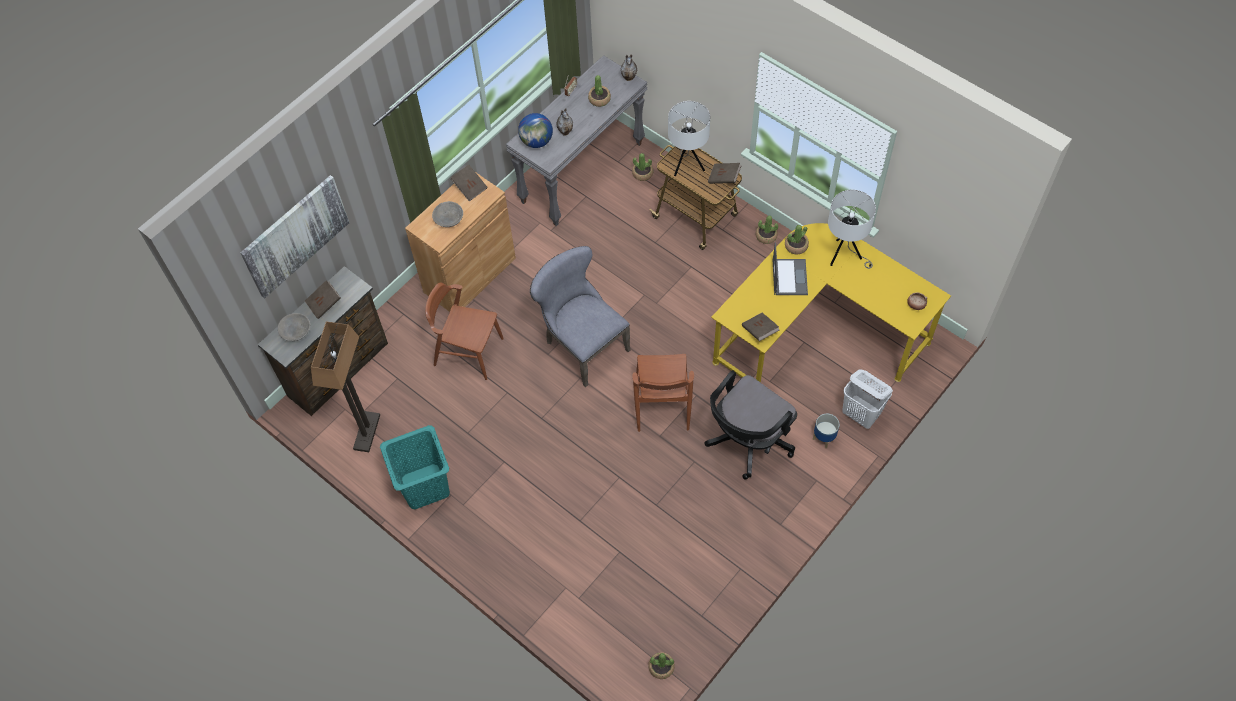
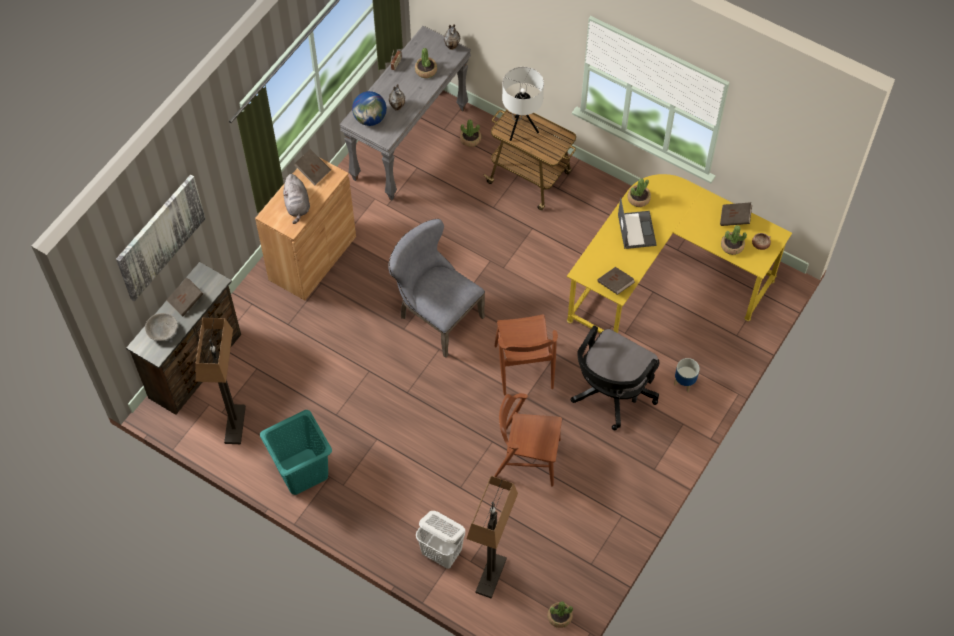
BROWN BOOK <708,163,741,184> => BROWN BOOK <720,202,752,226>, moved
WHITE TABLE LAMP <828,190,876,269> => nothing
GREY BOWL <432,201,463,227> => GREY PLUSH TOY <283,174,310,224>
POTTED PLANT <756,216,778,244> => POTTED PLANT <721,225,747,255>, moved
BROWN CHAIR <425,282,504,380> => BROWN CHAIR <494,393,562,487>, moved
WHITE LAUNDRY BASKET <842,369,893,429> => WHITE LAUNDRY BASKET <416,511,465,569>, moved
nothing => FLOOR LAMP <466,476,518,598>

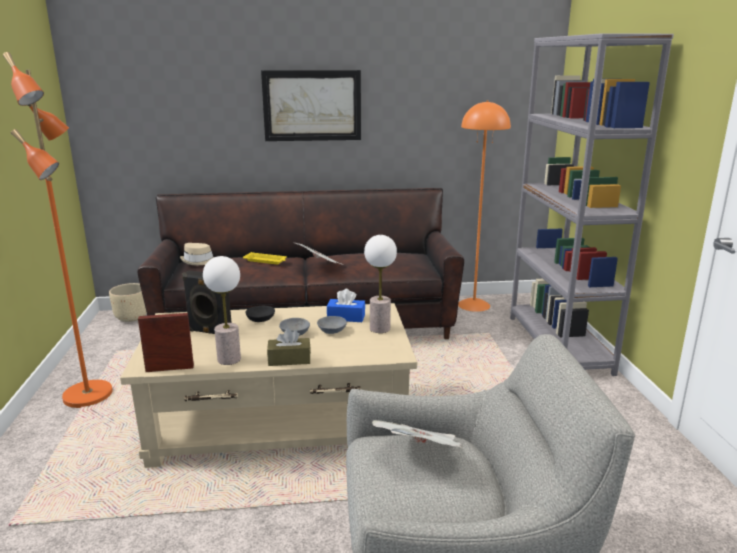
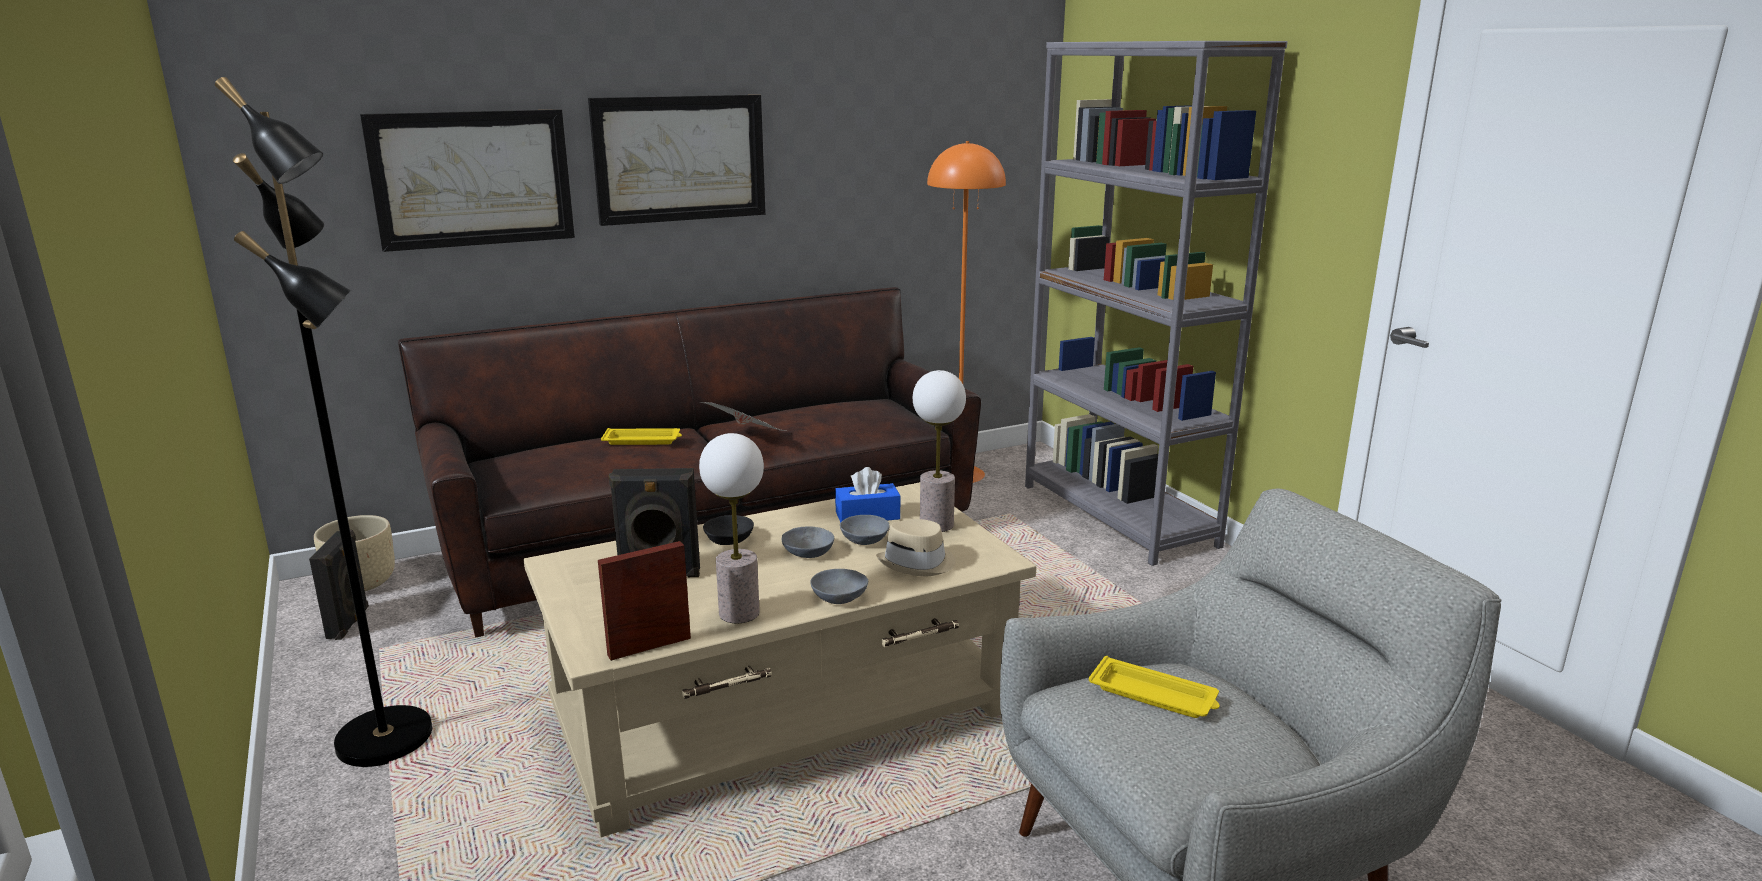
ORANGE FLOOR LAMP <3,52,113,408> => BLACK FLOOR LAMP <215,77,432,767>
BEIGE HAT <180,243,214,265> => BEIGE HAT <876,519,956,576>, moved
BROWN TISSUE BOX <267,328,311,366> => GREY BOWL <810,569,868,604>
NEWSPAPER <372,420,462,448> => YELLOW TRAY <1089,656,1220,718>
nothing => PICTURE <360,109,575,252>
nothing => BLACK SPEAKER <309,530,369,640>

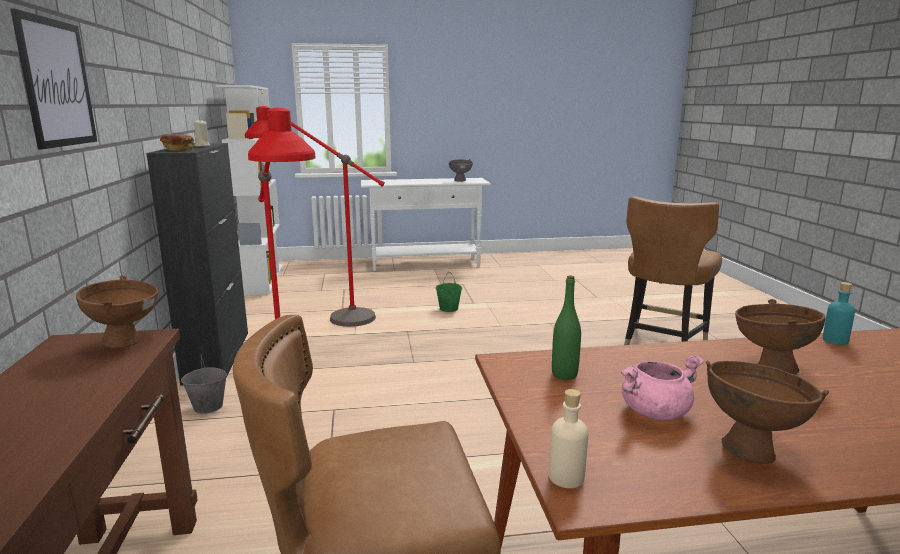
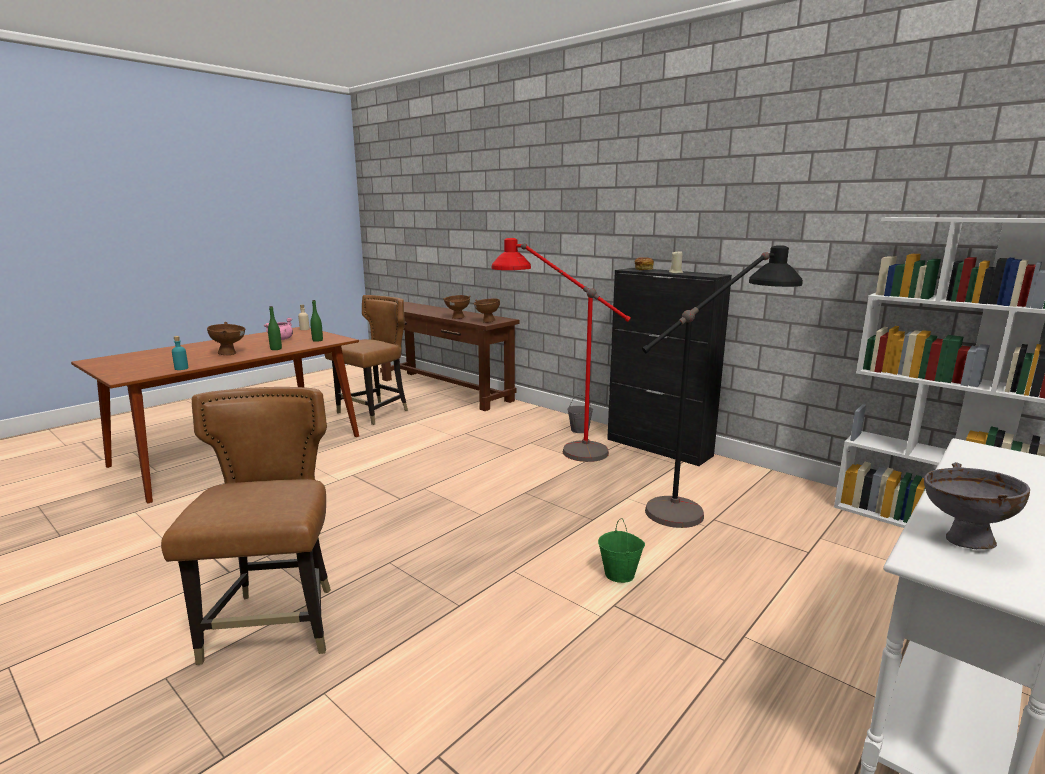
PICTURE <10,8,97,149> => nothing
RED FLOOR LAMP <245,106,385,327> => BLACK FLOOR LAMP <642,245,803,528>
BROWN BOWL <706,361,829,464> => BROWN BOWL <443,295,471,319>, moved
nothing => GREEN BOTTLE <268,306,282,350>

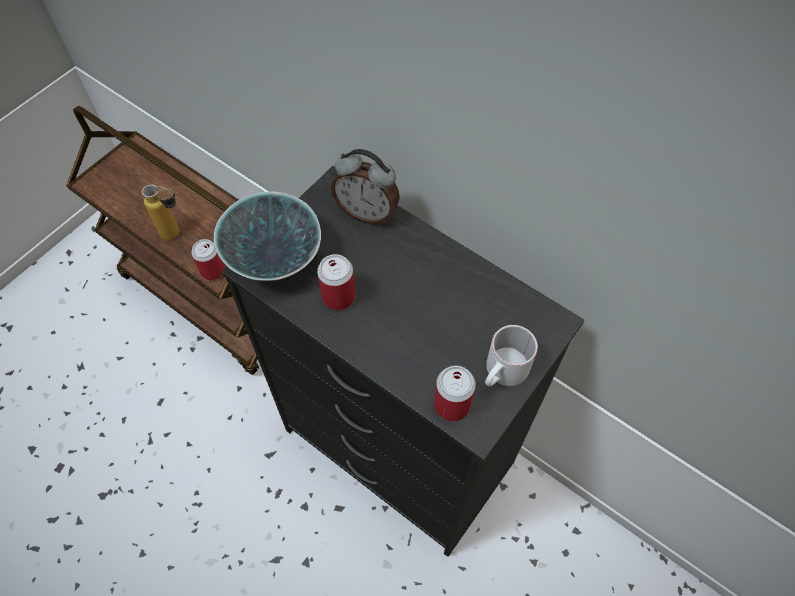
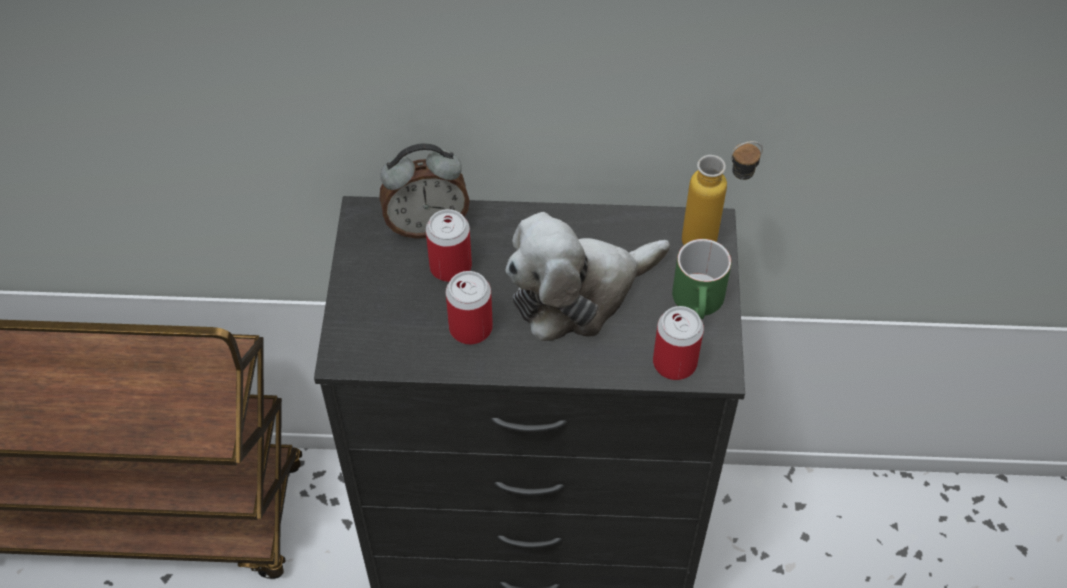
BOTTLE <142,184,180,240> => BOTTLE <682,141,763,245>, moved
BOWL <214,192,321,281> => nothing
CAN <191,239,225,280> => CAN <426,209,472,282>, moved
WHITE MUG <485,325,538,387> => GREEN MUG <672,239,731,320>
nothing => PLUSH TOY <505,212,670,341>

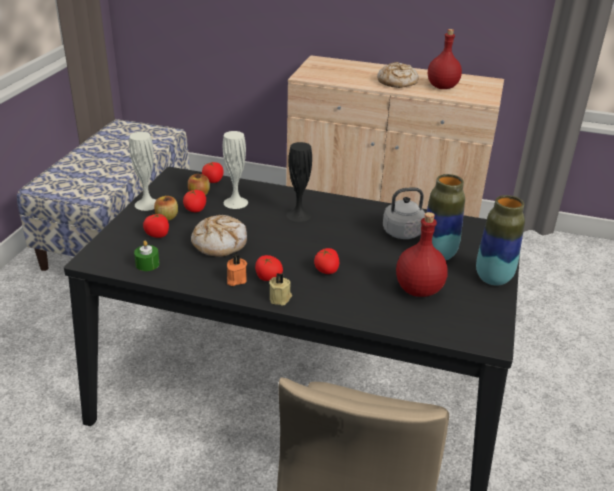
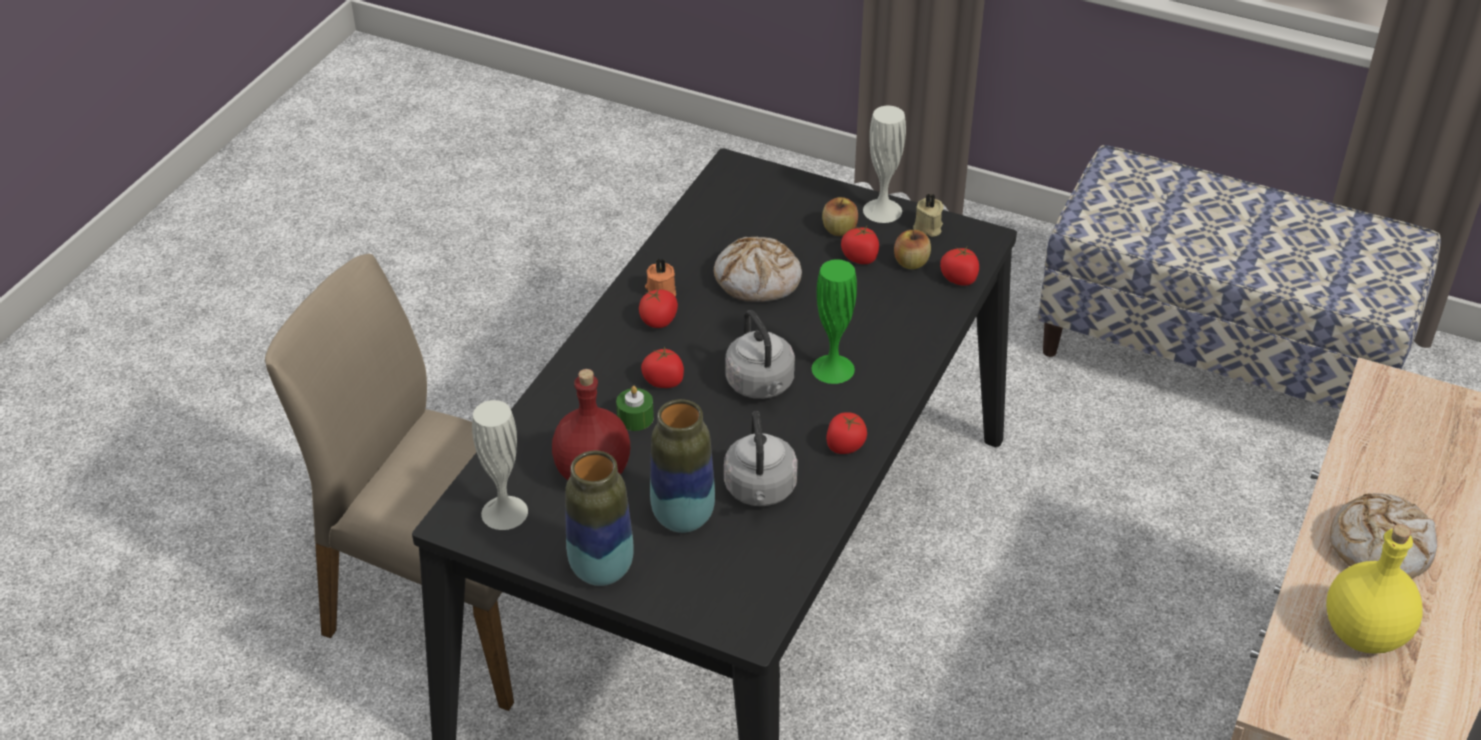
RED BOTTLE <428,29,462,89> => YELLOW BOTTLE <1326,524,1423,653>
WHITE VASE <223,131,248,209> => WHITE VASE <472,400,528,530>, moved
BLACK VASE <286,142,312,222> => GREEN VASE <812,259,857,384>
TOMATO <143,213,169,238> => TOMATO <826,412,867,454>, moved
GREEN CANDLE <134,241,160,271> => GREEN CANDLE <616,386,654,431>, moved
BEIGE CANDLE <269,273,292,305> => BEIGE CANDLE <913,194,944,237>, moved
nothing => GREY KETTLE <725,310,795,399>

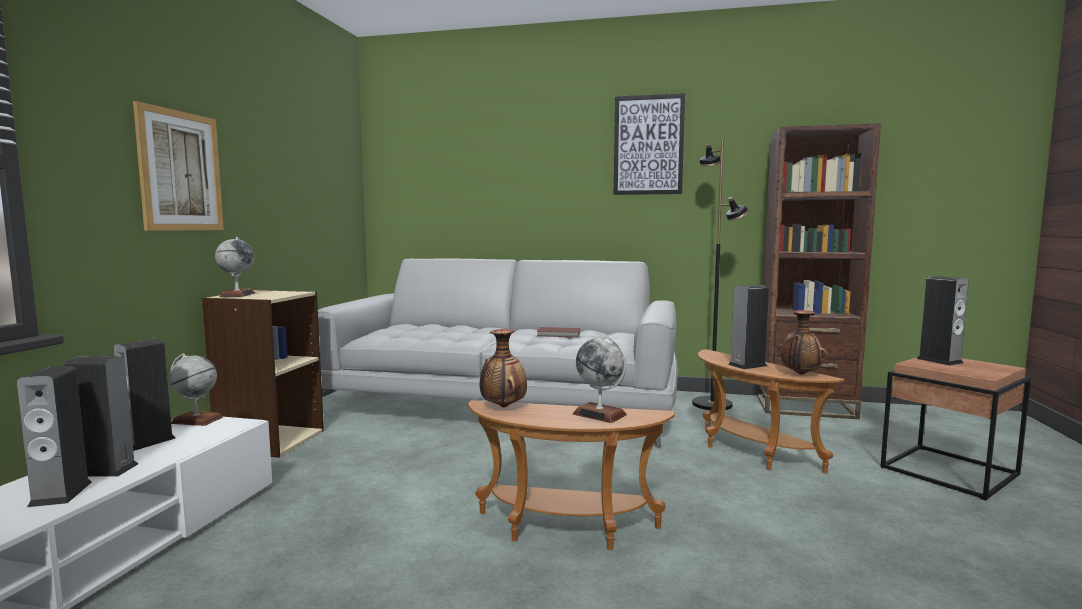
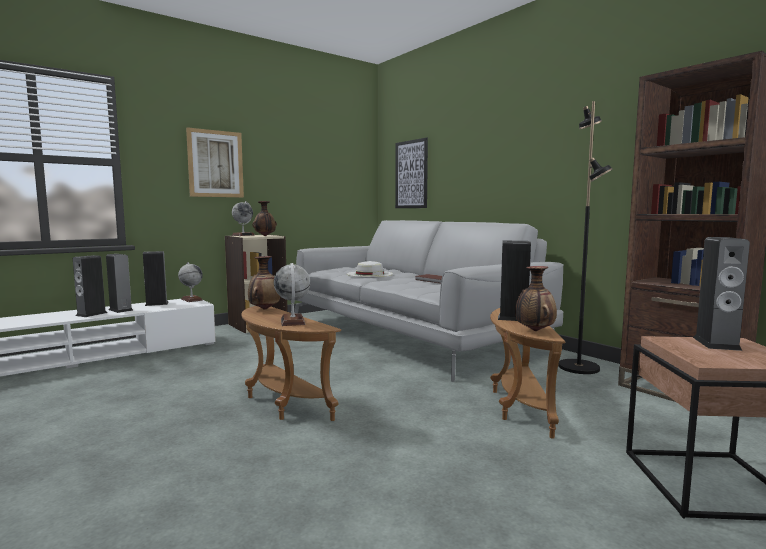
PICTURE <614,93,685,195> => PICTURE <395,138,428,208>, moved
nothing => VASE <252,201,277,236>
nothing => WHITE HAT <347,261,393,277>

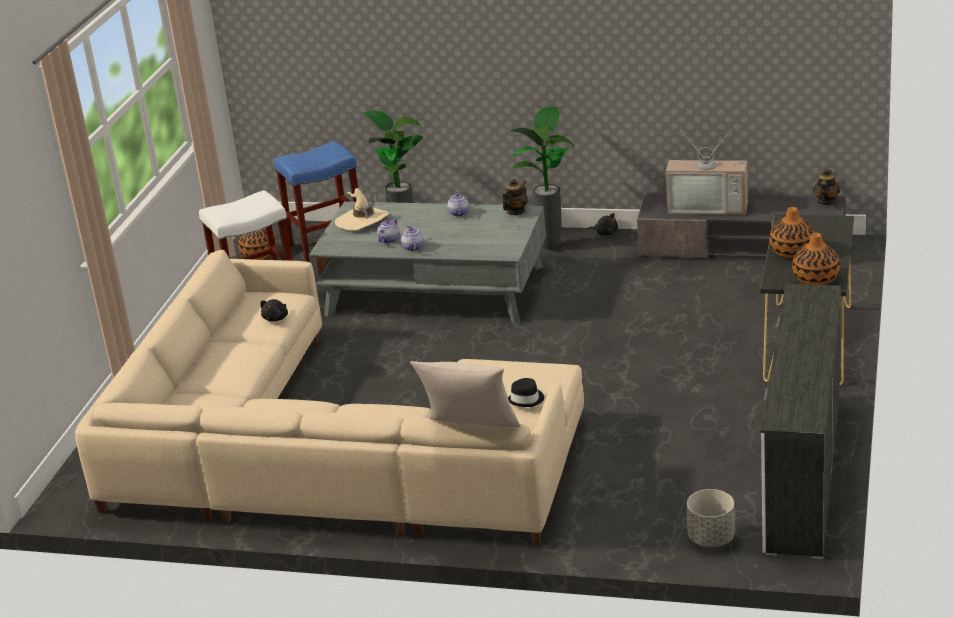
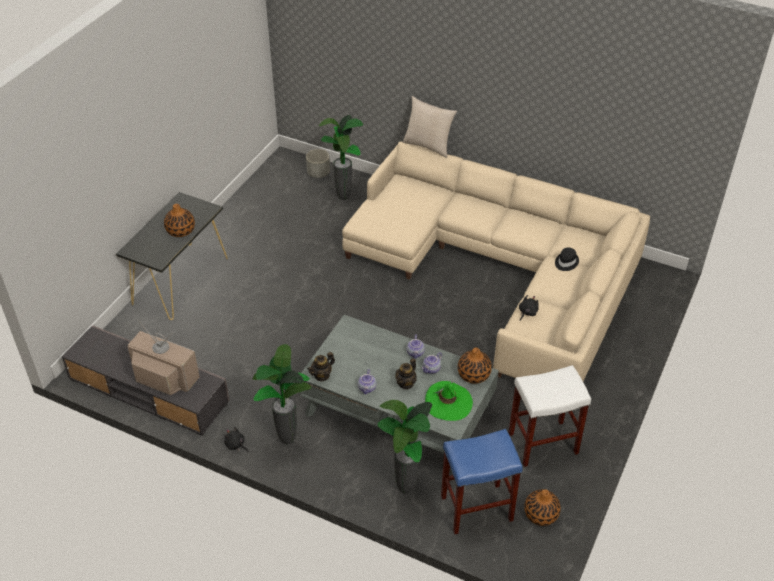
TEAPOT <813,169,840,205> => TEAPOT <395,358,416,390>, moved
BEIGE HAT <335,188,389,230> => GREEN HAT <425,380,473,421>
VASE <792,233,840,285> => VASE <458,348,492,384>, moved
WHITE DRESSER <761,284,841,559> => nothing
BLACK HAT <508,378,544,407> => BLACK HAT <555,248,579,271>, moved
nothing => POTTED PLANT <319,115,363,200>

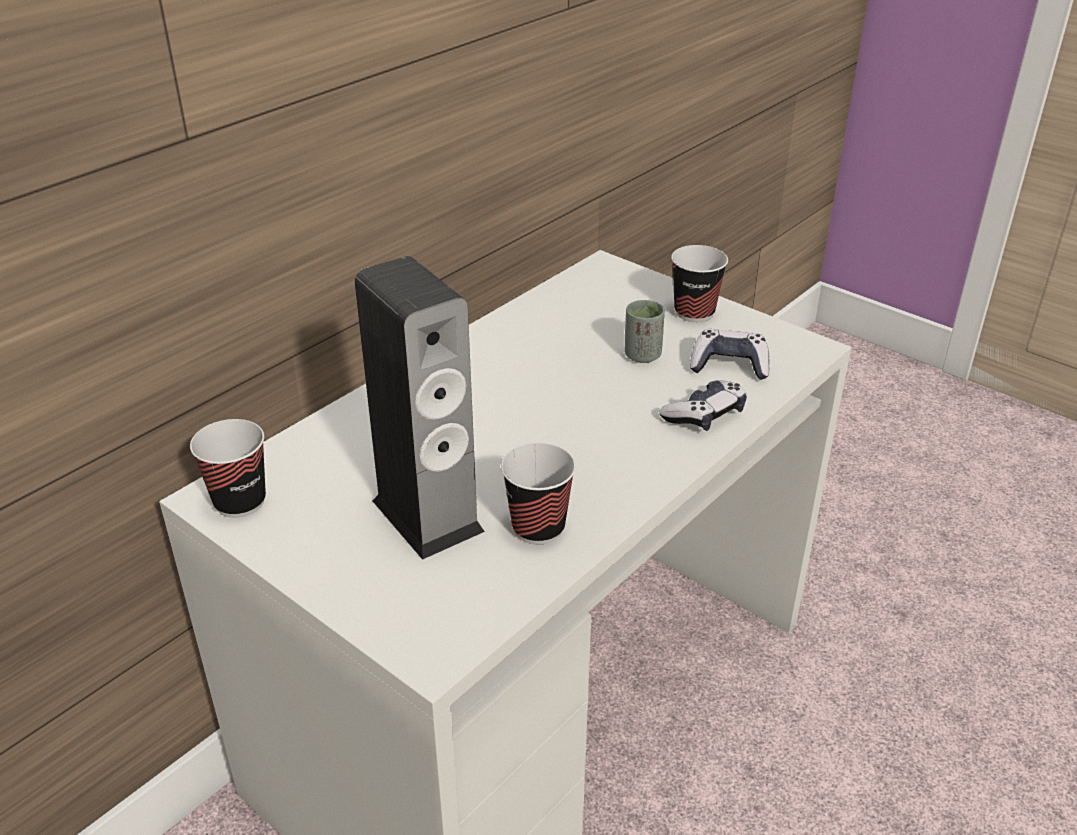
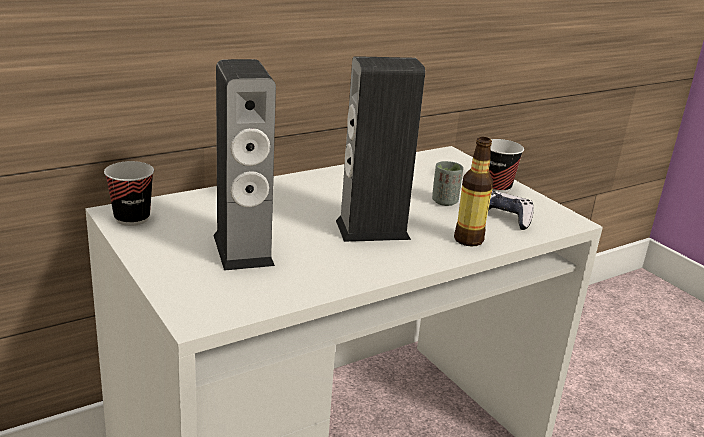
GAME CONTROLLER <659,380,747,431> => BOTTLE <454,137,494,247>
CUP <501,443,576,545> => nothing
nothing => SPEAKER <336,56,425,242>

